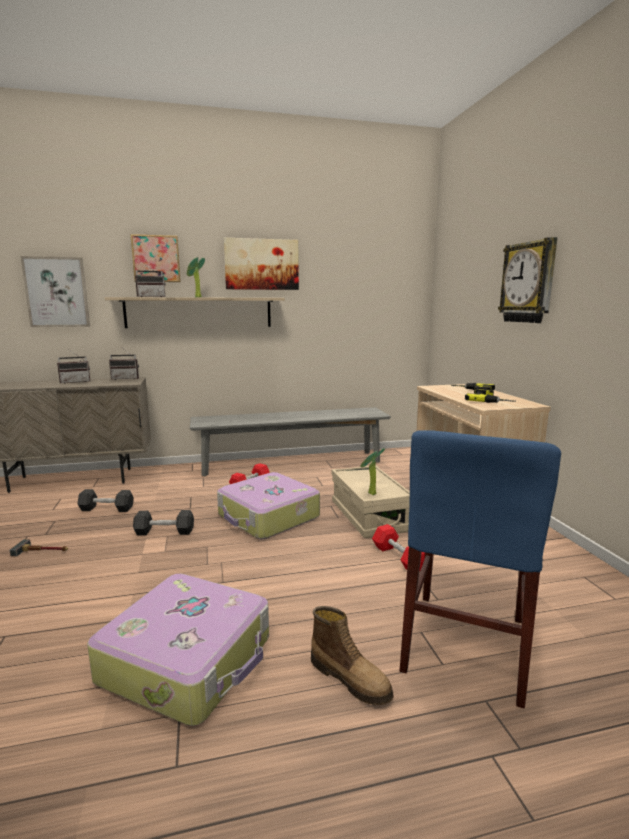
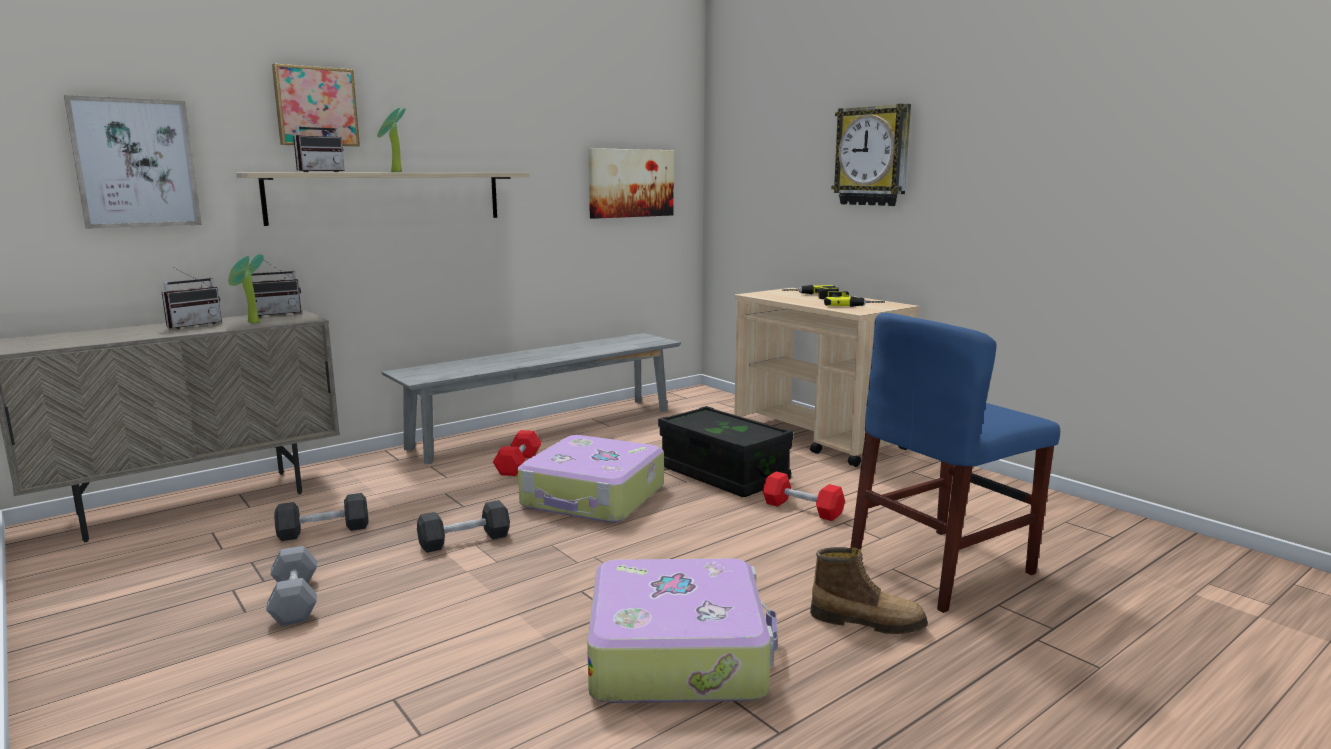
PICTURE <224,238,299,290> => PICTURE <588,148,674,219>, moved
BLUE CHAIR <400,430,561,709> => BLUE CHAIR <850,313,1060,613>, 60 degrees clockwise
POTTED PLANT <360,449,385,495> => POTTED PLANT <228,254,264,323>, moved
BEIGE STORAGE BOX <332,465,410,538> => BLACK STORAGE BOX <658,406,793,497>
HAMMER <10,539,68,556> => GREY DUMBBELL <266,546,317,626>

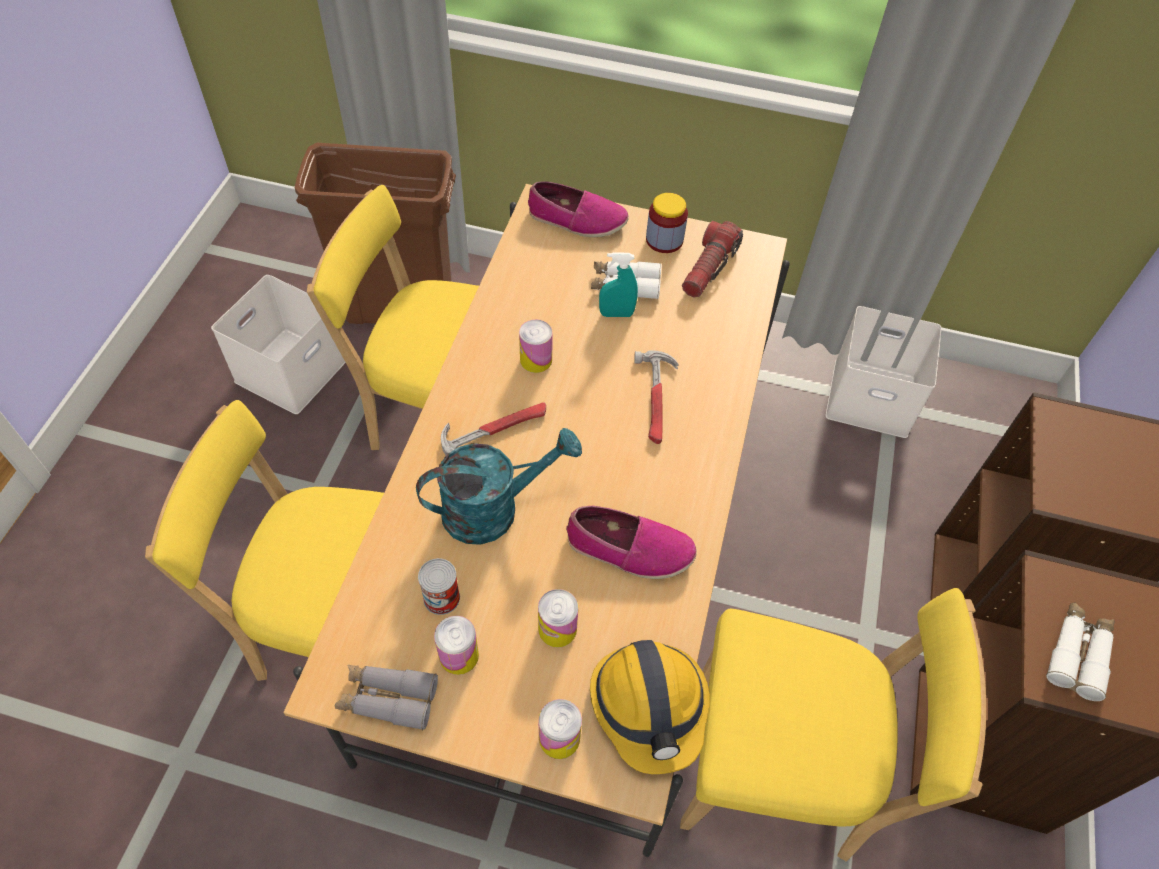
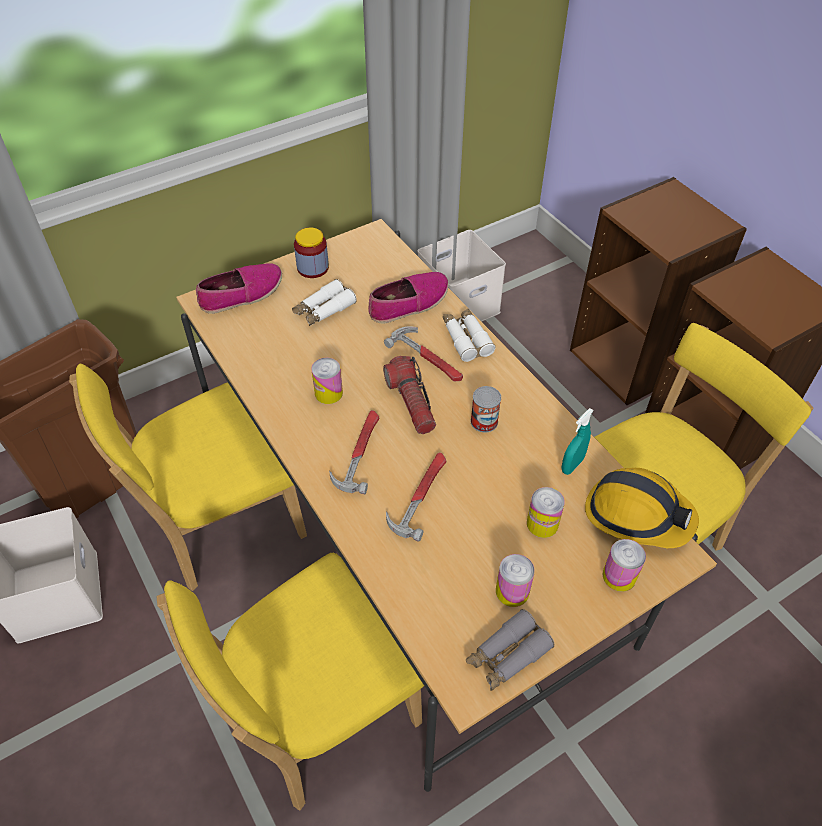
FLASHLIGHT <682,221,743,297> => FLASHLIGHT <383,356,436,434>, moved
TURQUOISE SPRAY BOTTLE <599,252,638,317> => TURQUOISE SPRAY BOTTLE <561,408,594,475>, moved
TURQUOISE WATERING CAN <416,428,582,545> => HAMMER <386,452,446,542>
SHOE <566,506,697,579> => SHOE <368,272,448,324>, moved
CAN <418,558,460,615> => CAN <471,386,501,432>, moved
WHITE BINOCULARS <1046,603,1115,701> => WHITE BINOCULARS <443,308,496,362>, moved

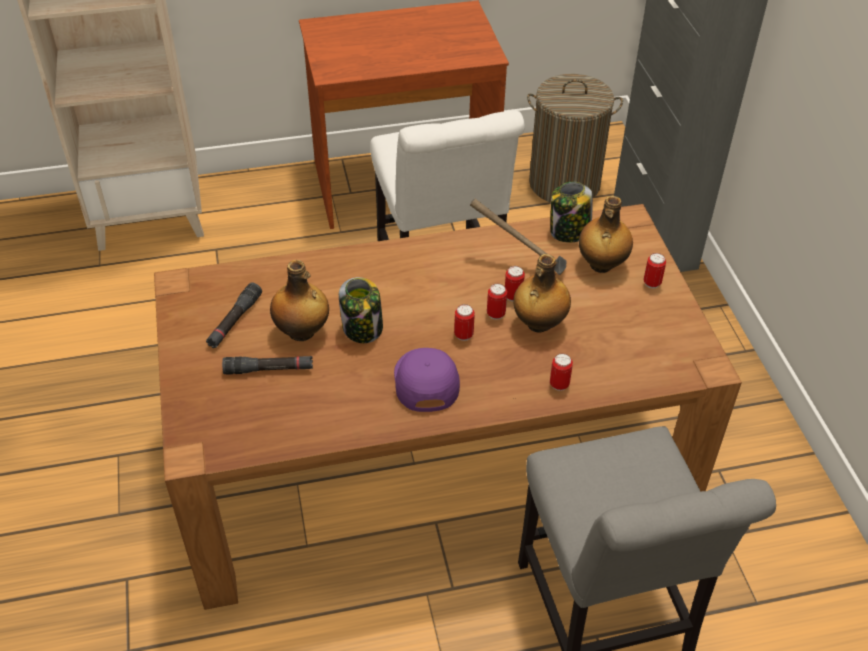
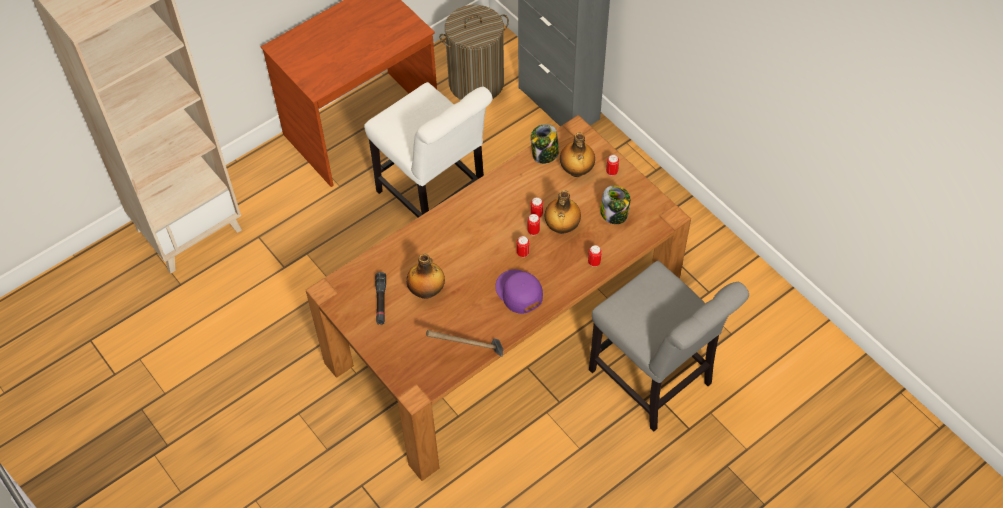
HAMMER <470,198,567,275> => HAMMER <426,330,503,357>, moved
JAR <339,277,383,343> => JAR <600,185,630,224>, moved
BLACK FLASHLIGHT <222,356,313,375> => nothing

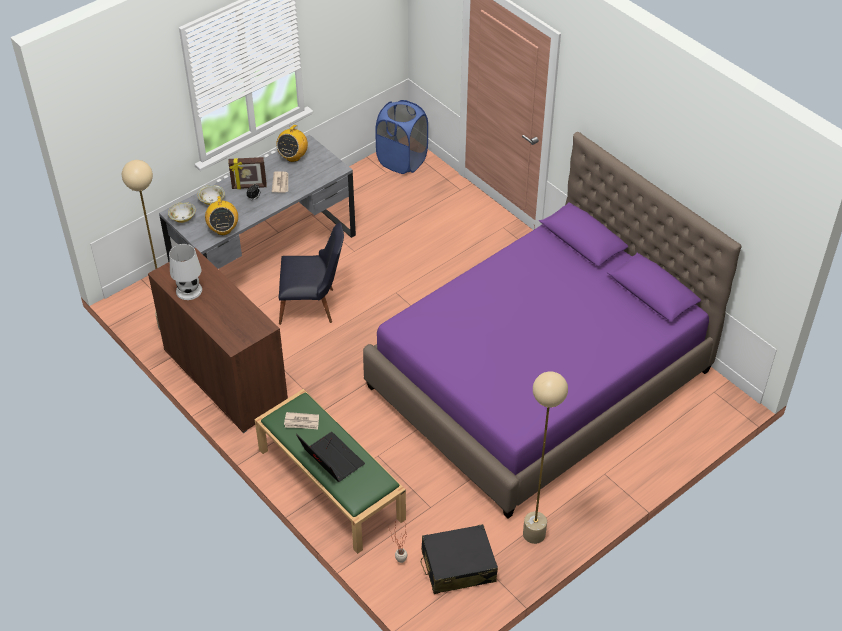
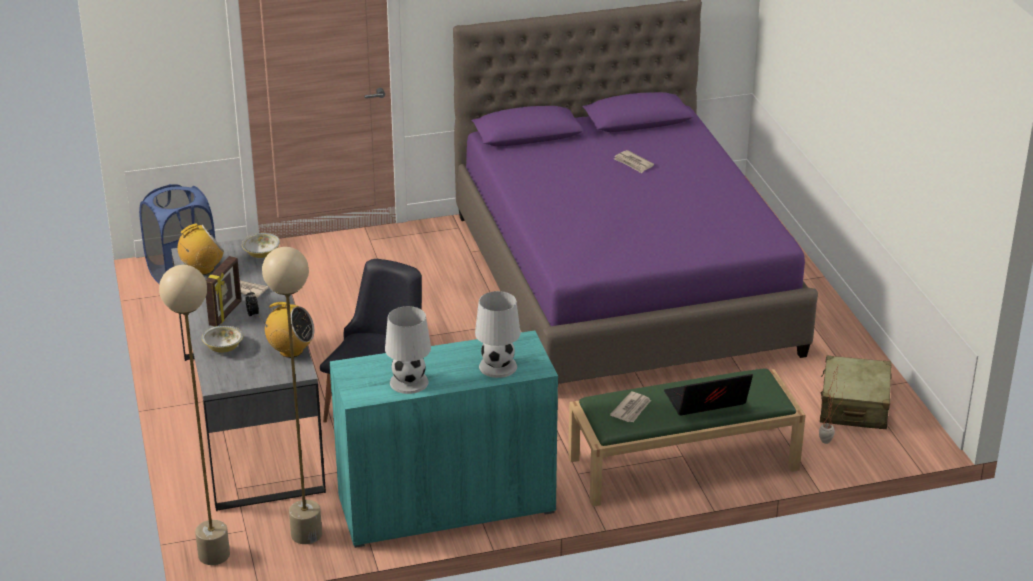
RADIO <276,125,308,162> => RADIO <178,223,224,275>, 75 degrees counterclockwise
BOWL <168,202,196,223> => BOWL <242,233,280,258>, moved
BROWN CABINET <148,248,288,433> => TURQUOISE CABINET <330,330,558,548>
BEIGE FLOOR LAMP <523,372,568,544> => BEIGE FLOOR LAMP <159,265,230,565>, moved
BLACK SUITCASE <421,524,498,594> => BEIGE SUITCASE <820,356,892,429>
nothing => NEWSPAPER <614,150,654,173>
nothing => WHITE TABLE LAMP <475,291,521,378>

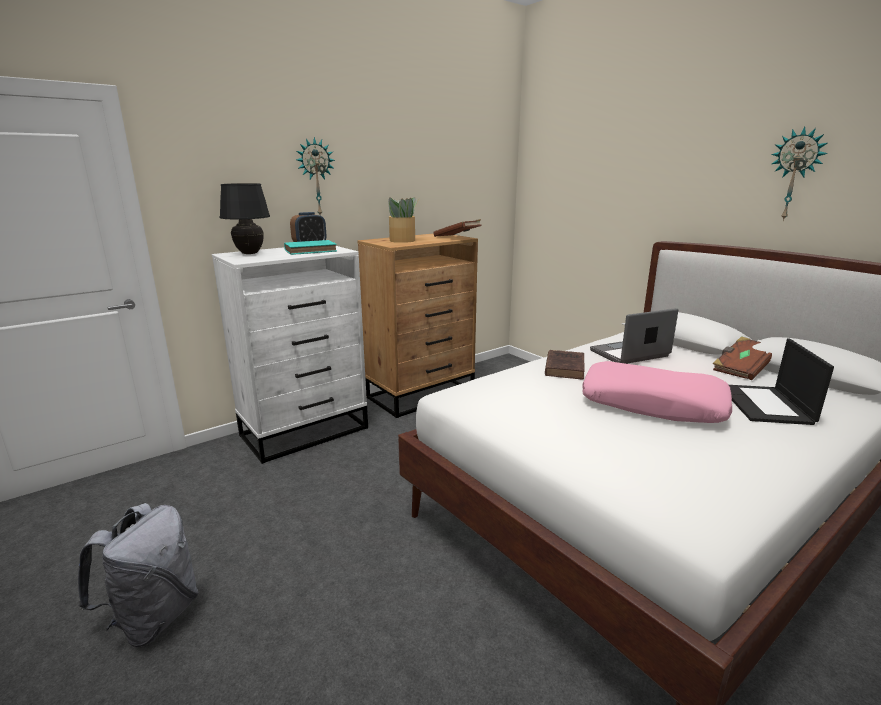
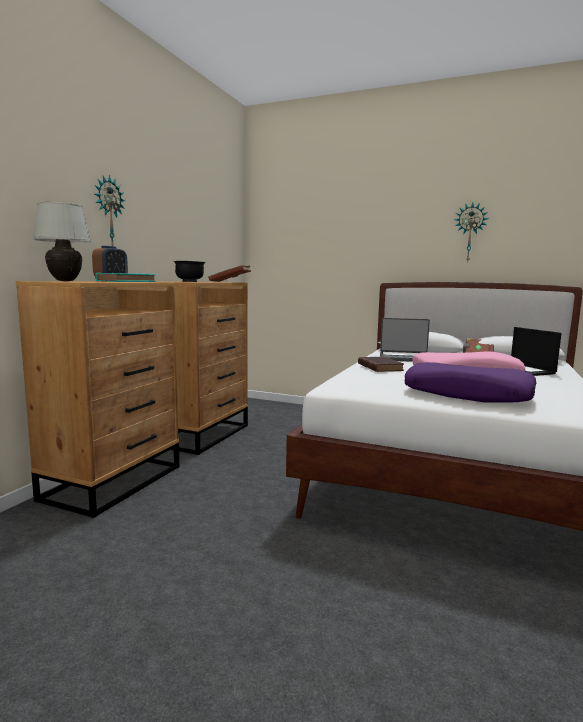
BLACK TABLE LAMP <219,183,270,254> => WHITE TABLE LAMP <33,202,91,281>
POTTED PLANT <388,197,419,243> => BLACK BOWL <173,261,206,282>
WHITE DRESSER <212,246,368,464> => BROWN DRESSER <16,281,179,518>
LAPTOP <590,308,678,364> => LAPTOP <380,318,430,362>, 120 degrees counterclockwise
GREY BACKPACK <78,503,199,647> => nothing
nothing => PURPLE PILLOW <405,362,536,403>

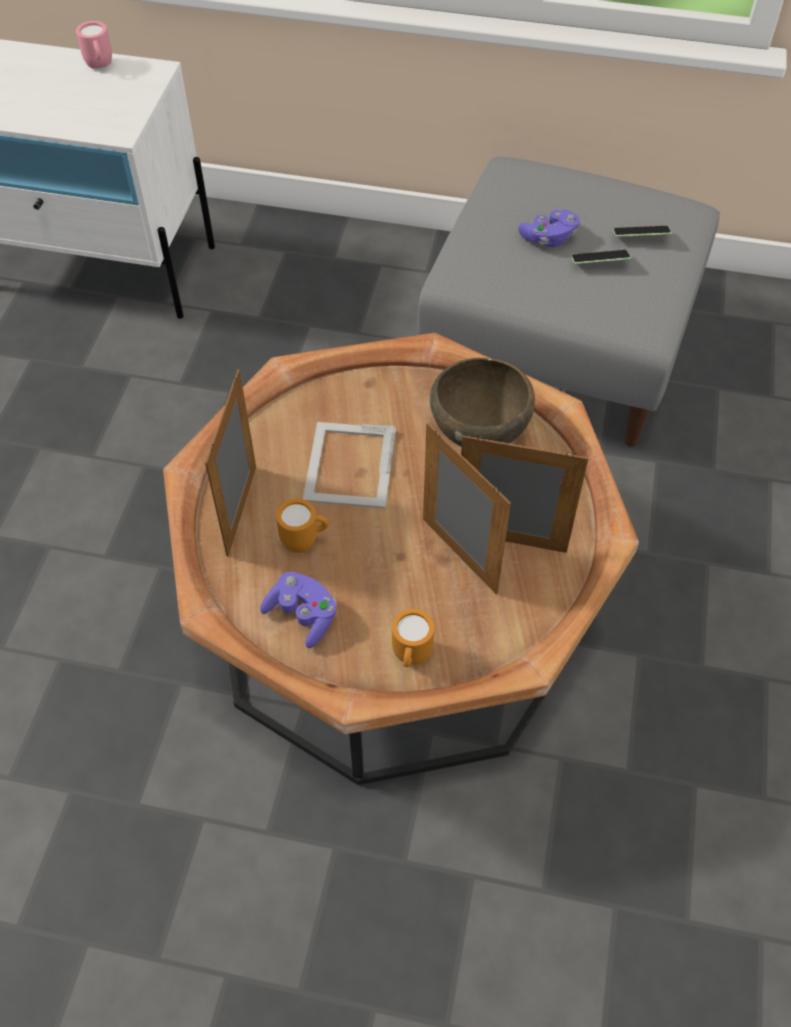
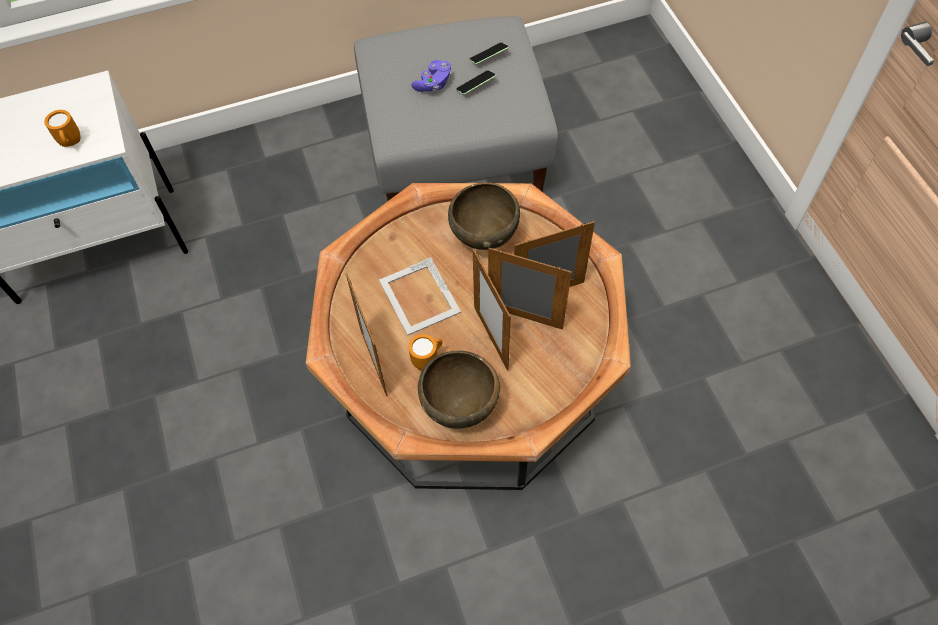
PINK MUG <76,21,112,69> => nothing
PURPLE GAME CONTROLLER <260,572,337,648> => BROWN BOWL <418,351,500,429>
ORANGE MUG <392,609,434,667> => ORANGE MUG <44,110,80,147>, moved
nothing => PICTURE FRAME <473,249,511,371>

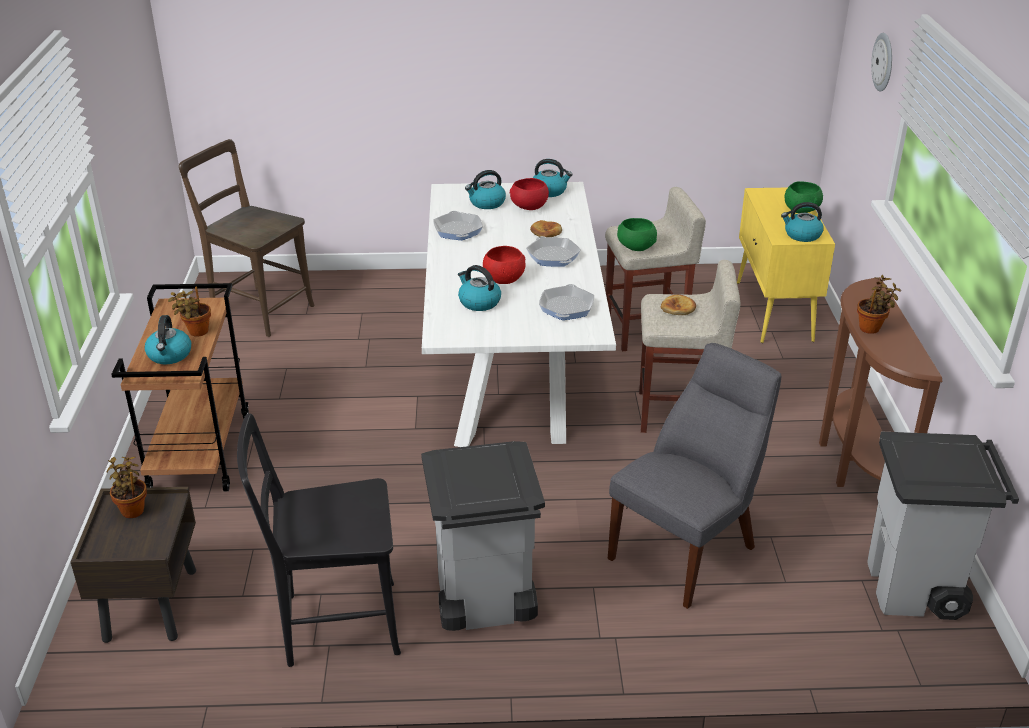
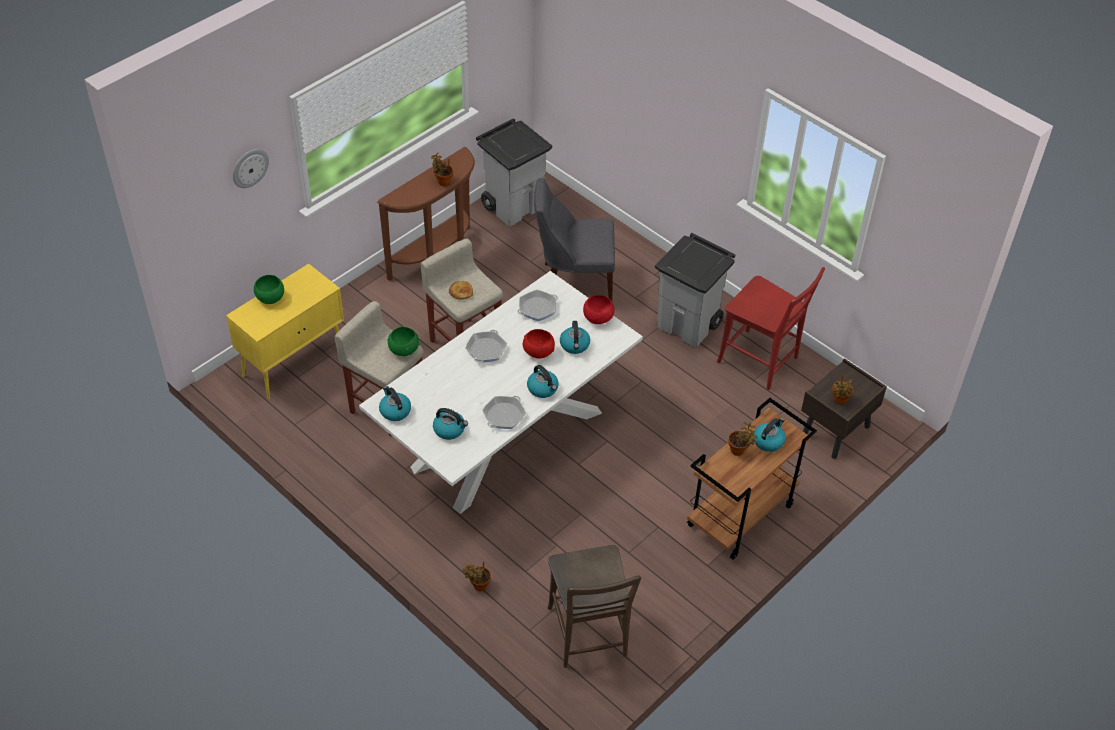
RED BOWL <510,178,549,210> => RED BOWL <583,295,615,324>, moved
KETTLE <781,202,823,242> => KETTLE <527,365,558,398>, moved
BREAD <530,220,562,237> => nothing
BLACK CHAIR <237,413,401,667> => RED CHAIR <717,267,825,390>
nothing => POTTED PLANT <462,561,491,591>

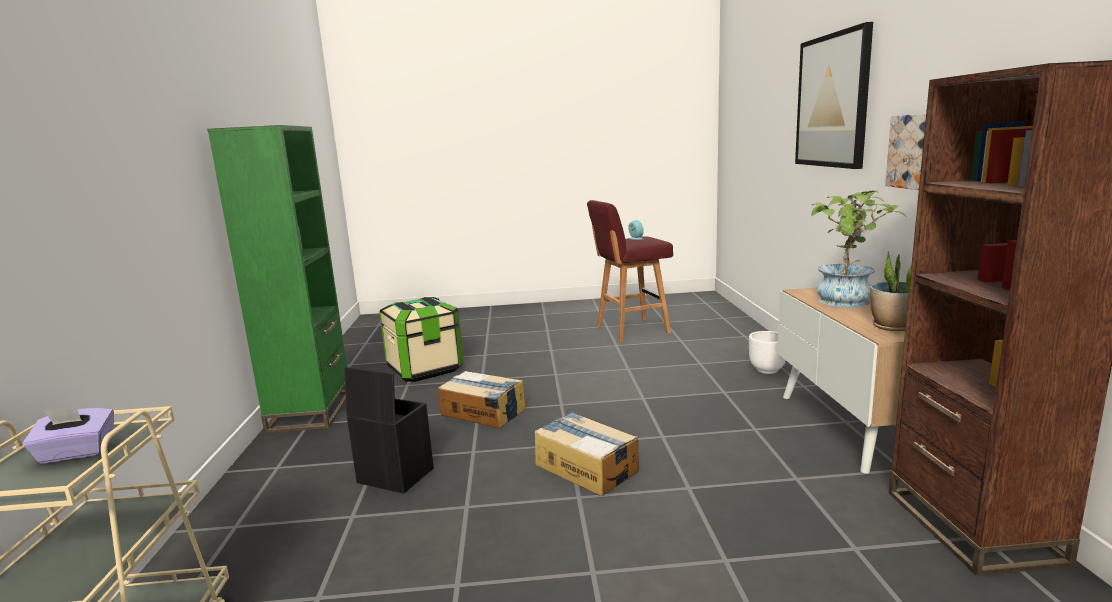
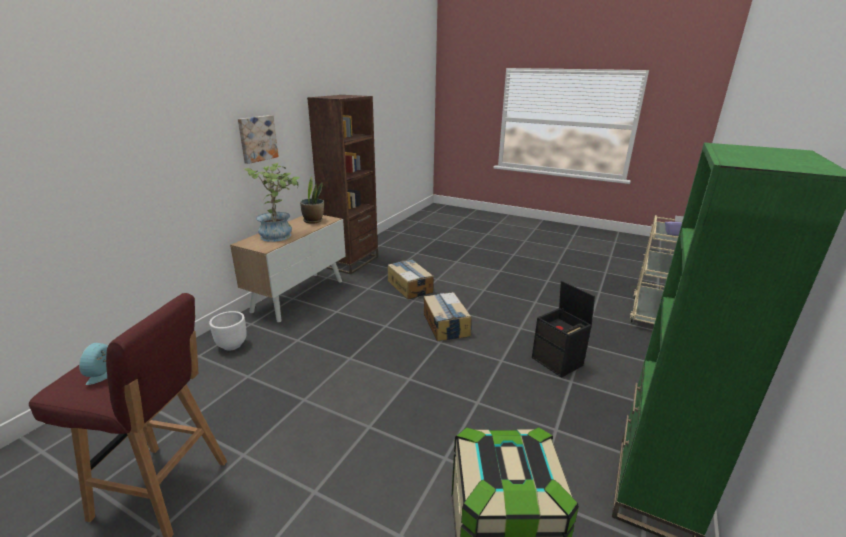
PICTURE <795,22,873,169> => nothing
CARDBOARD BOX <438,371,526,428> => CARDBOARD BOX <388,259,434,299>, moved

